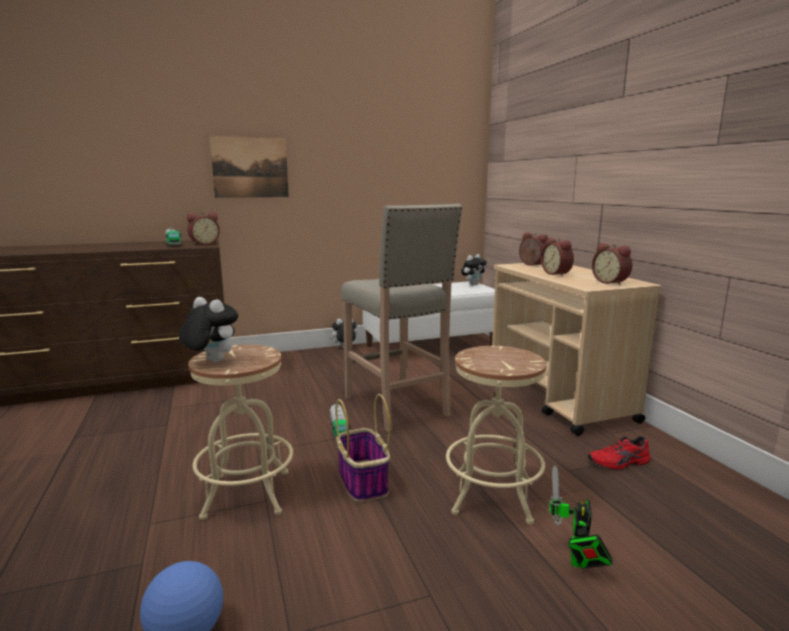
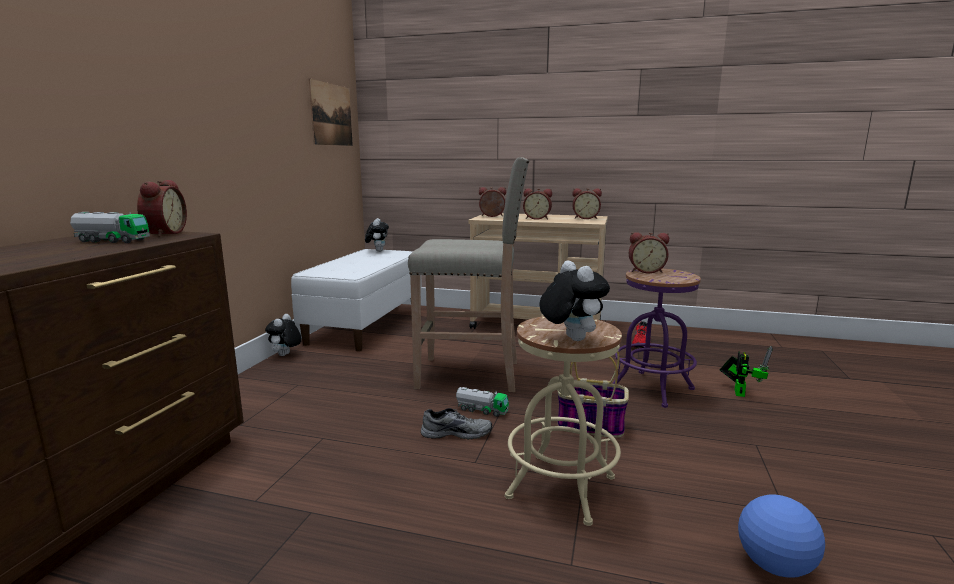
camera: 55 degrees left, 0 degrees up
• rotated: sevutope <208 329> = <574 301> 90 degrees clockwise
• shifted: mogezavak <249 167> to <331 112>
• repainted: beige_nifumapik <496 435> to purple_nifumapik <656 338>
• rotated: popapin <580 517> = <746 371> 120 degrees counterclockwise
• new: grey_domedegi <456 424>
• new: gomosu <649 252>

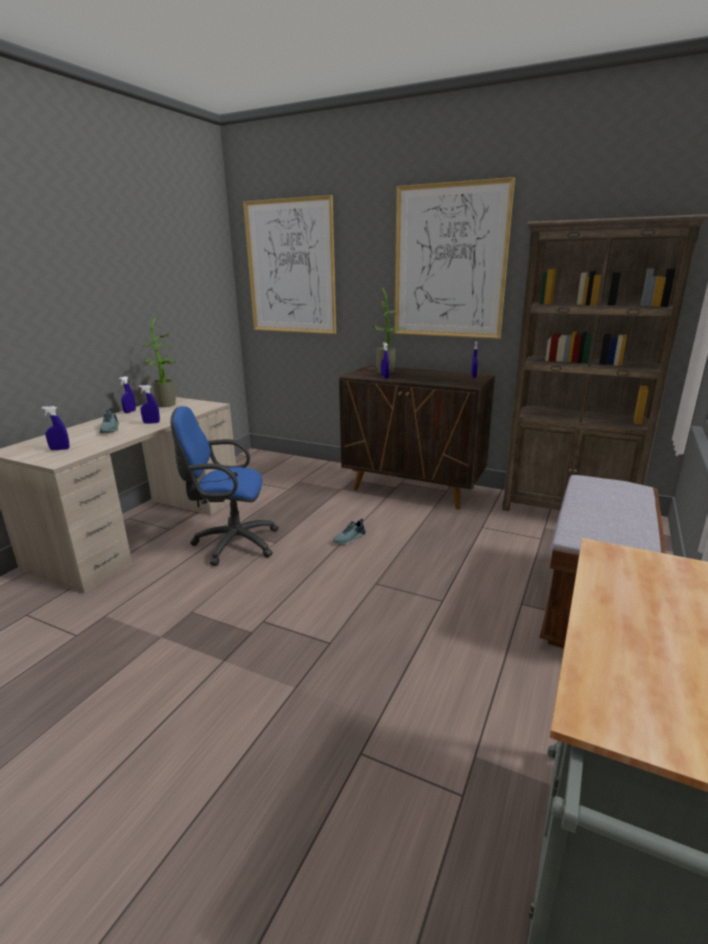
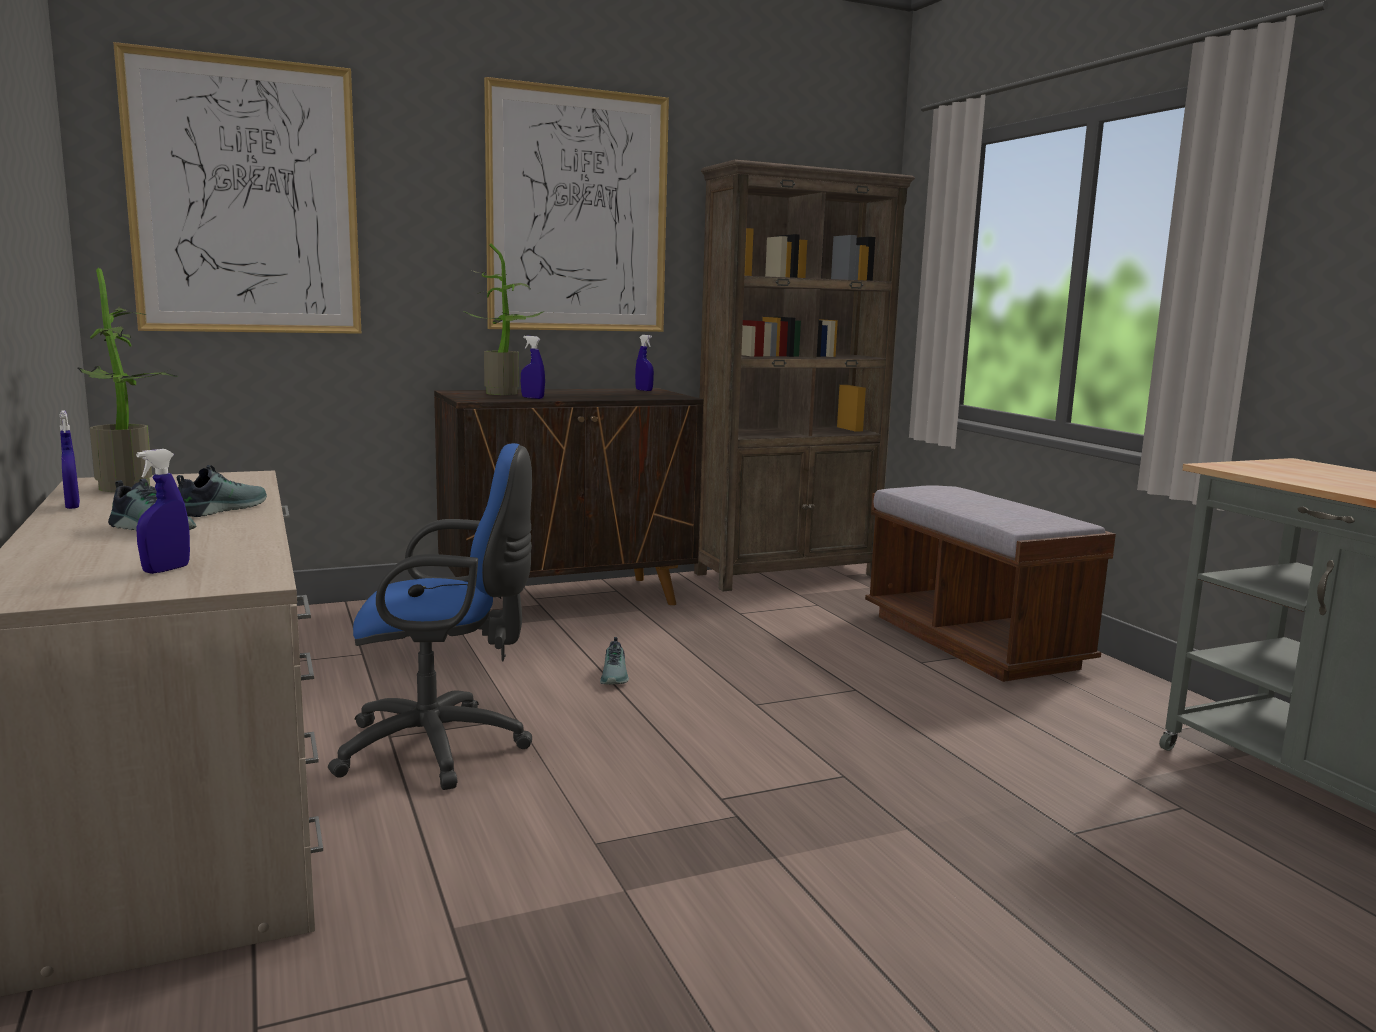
camera: 50 degrees left, 10 degrees down
• swapped: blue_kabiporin <149 404> to domedegi <222 491>
• rotated: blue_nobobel <224 486> = <430 616> 135 degrees counterclockwise

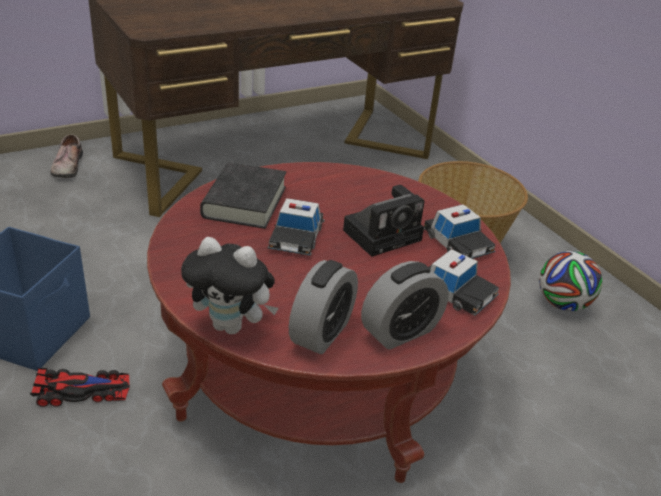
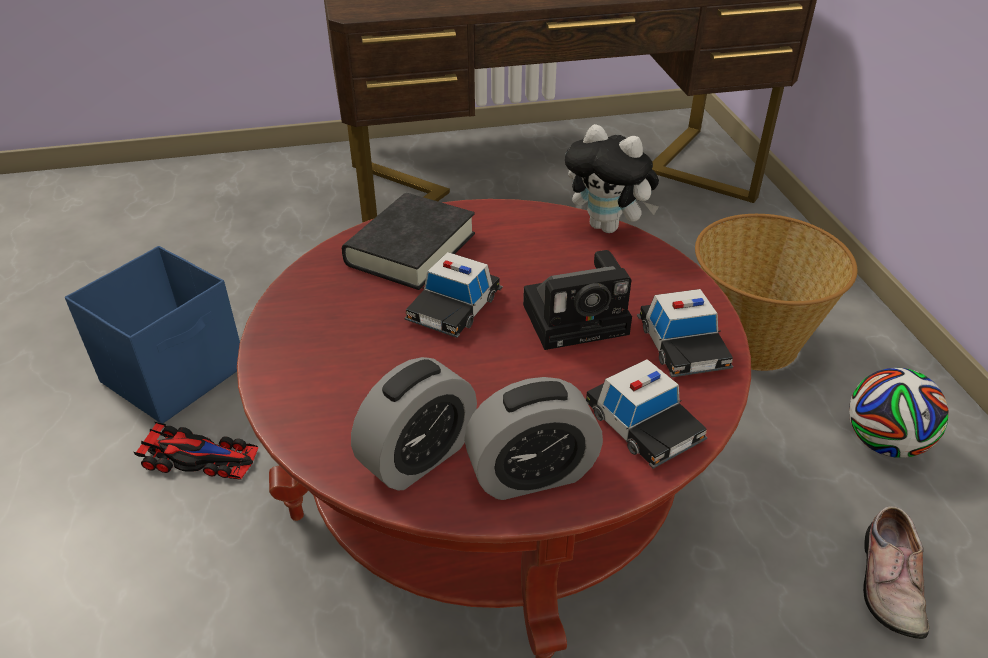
camera: 20 degrees right, 5 degrees up
• shifted: domedegi <66 156> to <896 572>
• shifted: sevutope <229 285> to <612 178>

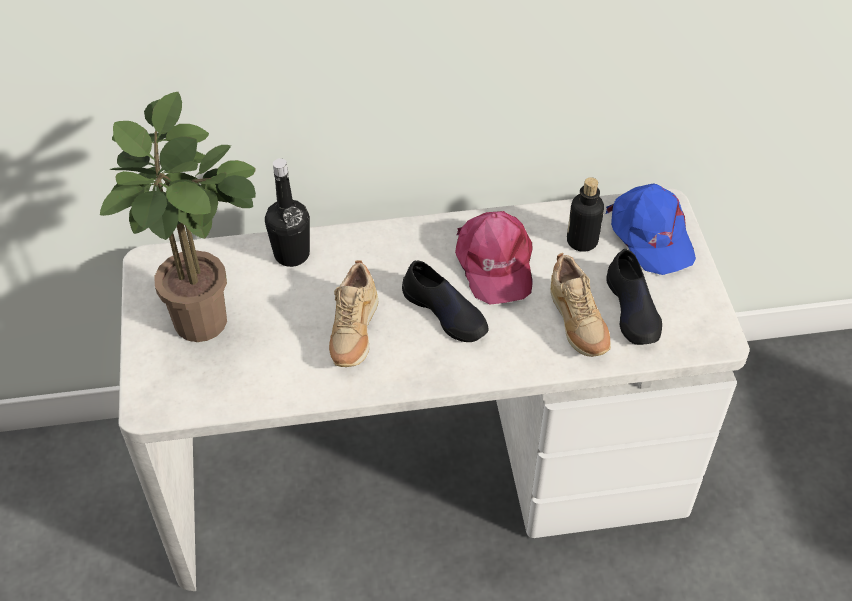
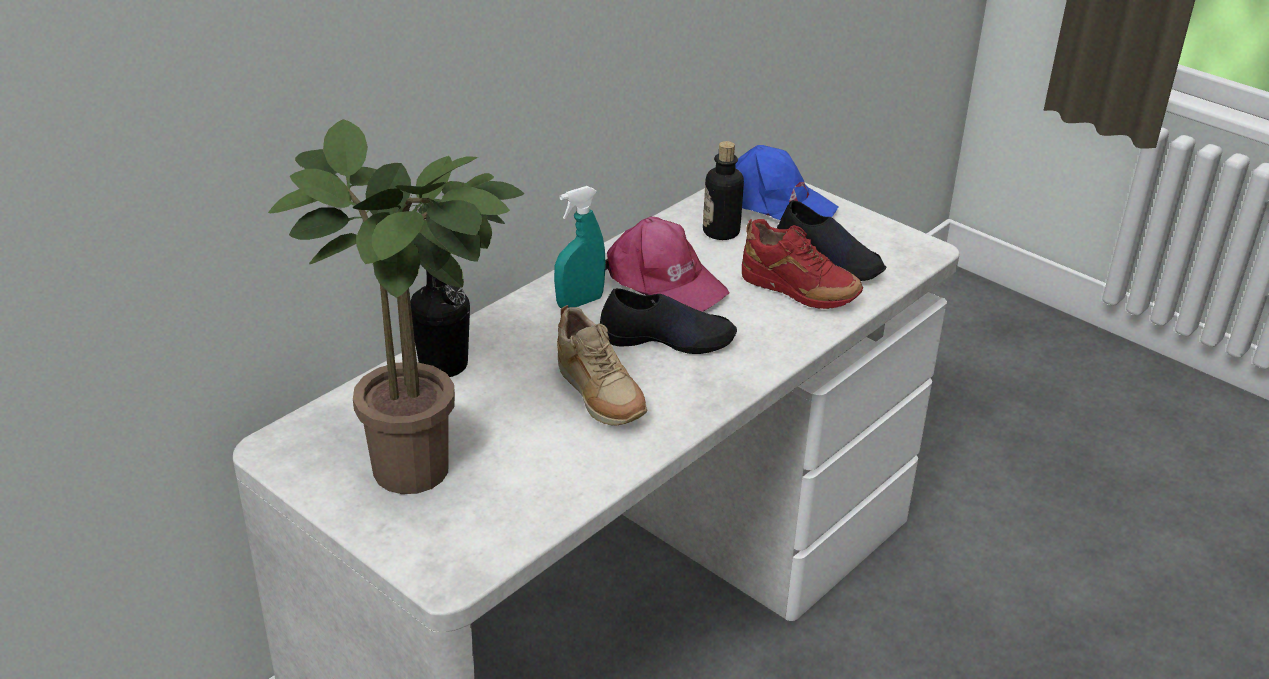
camera: 40 degrees left, 15 degrees down
• repainted: beige_domedegi <580 305> to red_domedegi <802 264>
• new: turquoise_kabiporin <580 247>

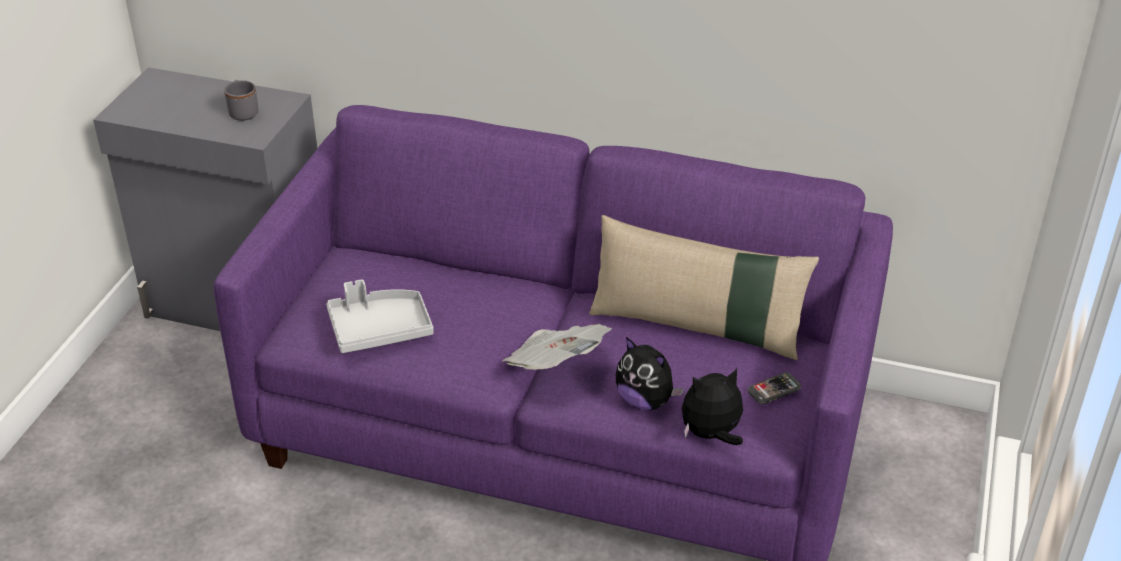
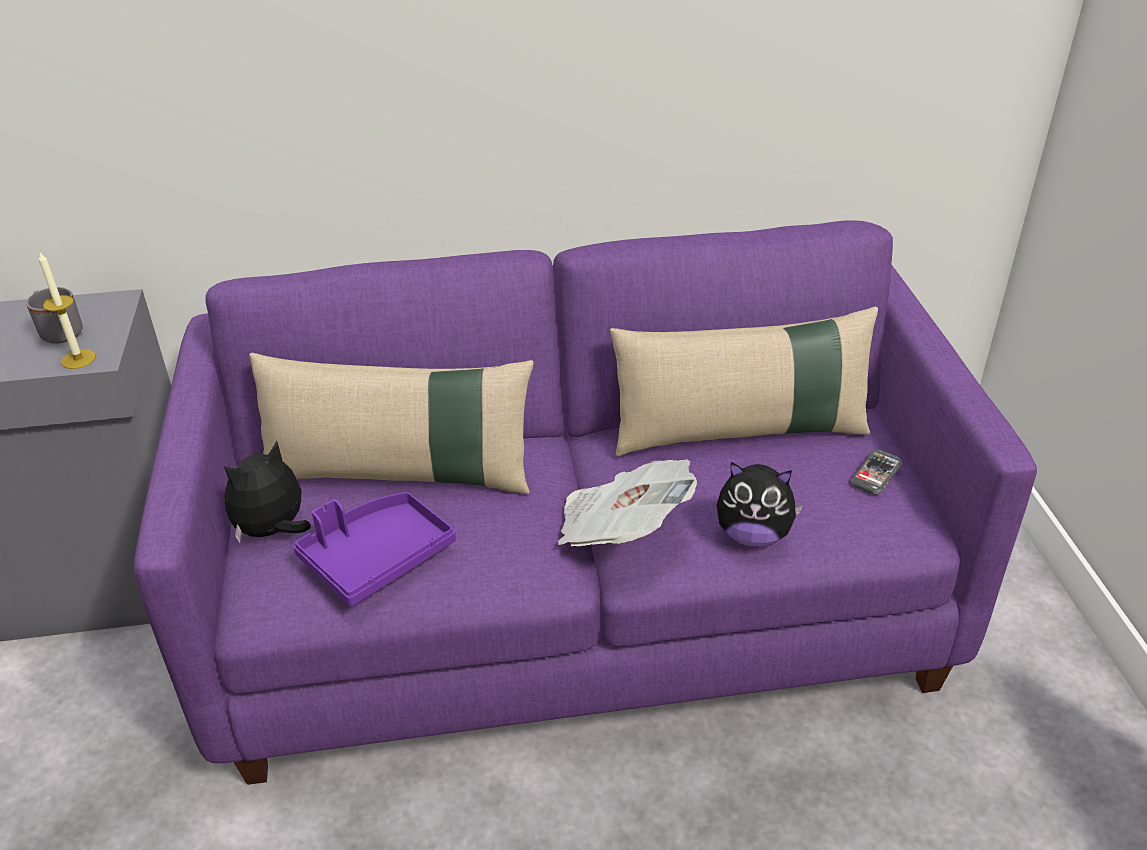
camera: 25 degrees left, 0 degrees up
• repainted: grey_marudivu <380 316> to purple_marudivu <374 549>
• shifted: sevutope <712 406> to <267 492>
• new: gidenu <67 311>
• new: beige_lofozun <391 423>

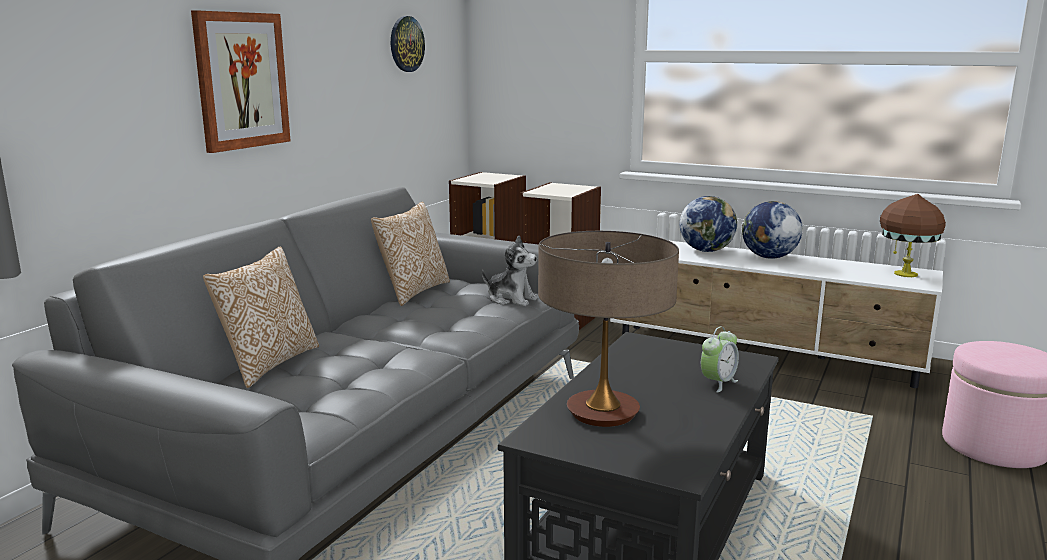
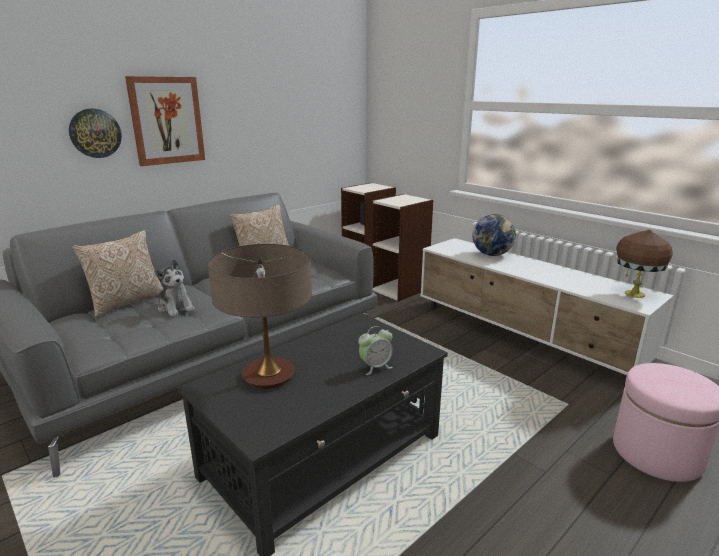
camera: 20 degrees right, 5 degrees up
• shifted: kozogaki <408 44> to <95 133>
• shifted: sevutope <510 271> to <174 288>
• gone: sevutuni <772 230>

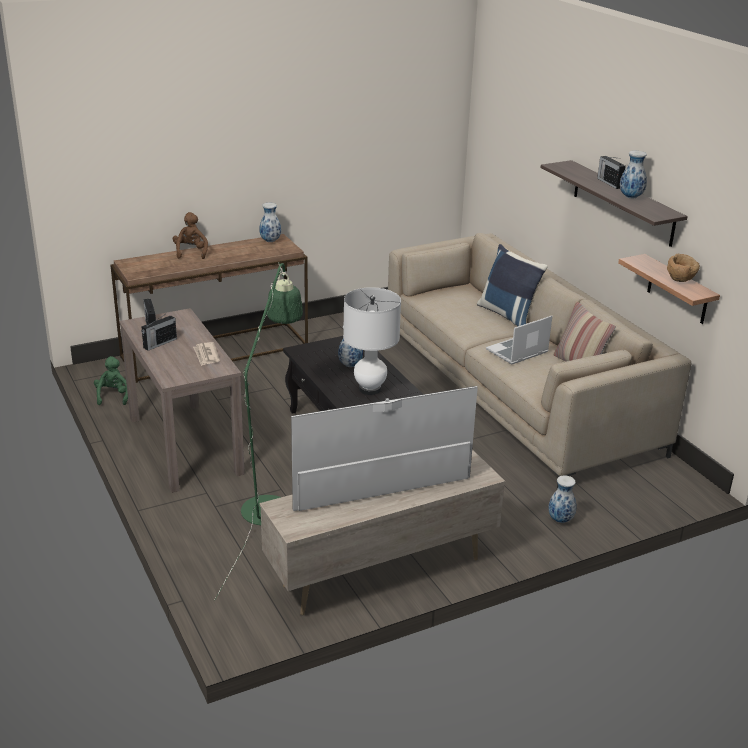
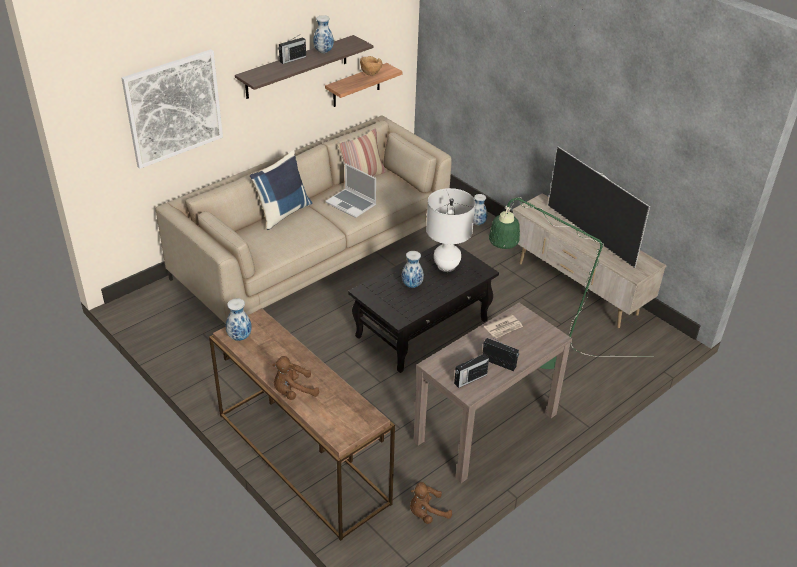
camera: 105 degrees left, 10 degrees up
• repainted: green_sevutope <111 380> to brown_sevutope <431 503>
• new: mogezavak <172 109>

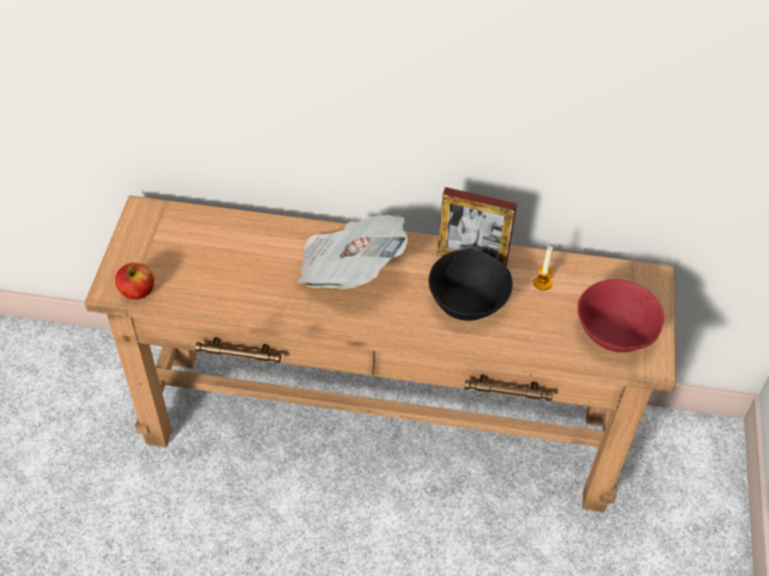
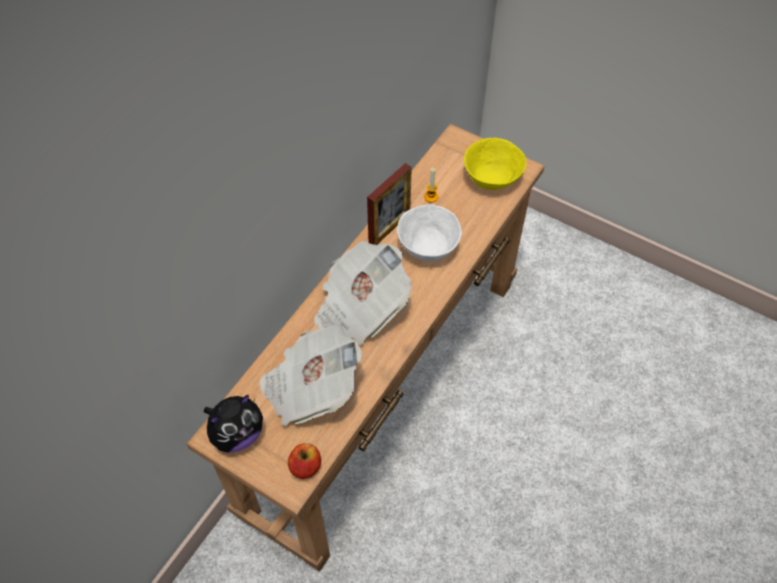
camera: 65 degrees left, 5 degrees up
• repainted: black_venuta <471 285> to white_venuta <429 232>
• repainted: red_venuta <620 315> to yellow_venuta <495 164>
• new: sevutope <233 424>
• new: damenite <310 375>

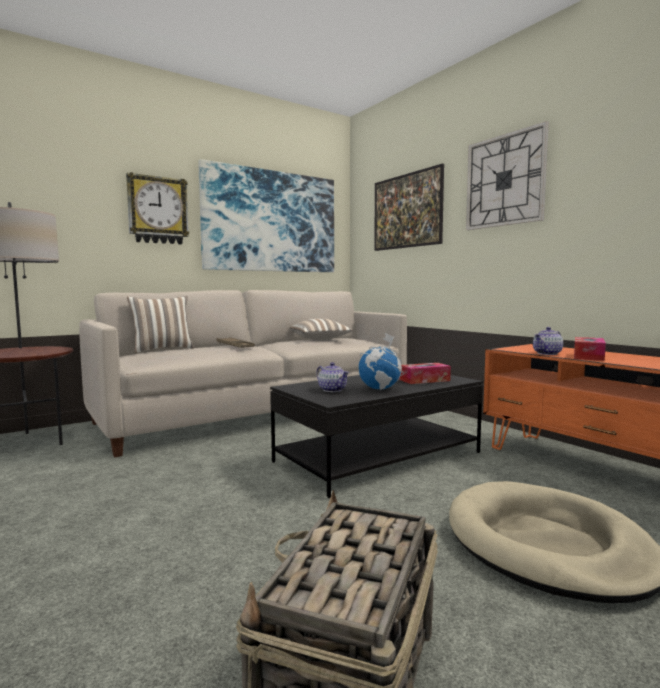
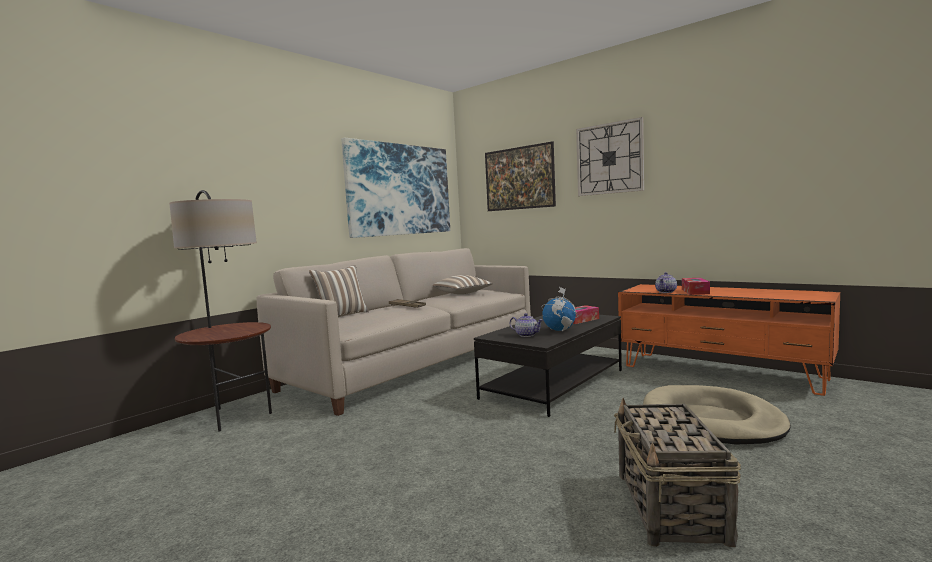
camera: 15 degrees left, 0 degrees up
• gone: kozogaki <157 208>

